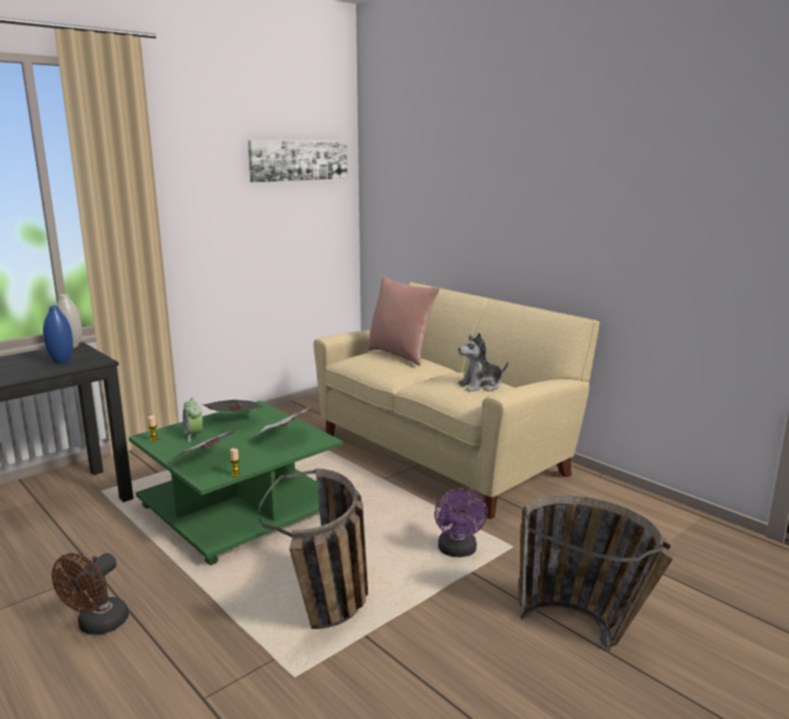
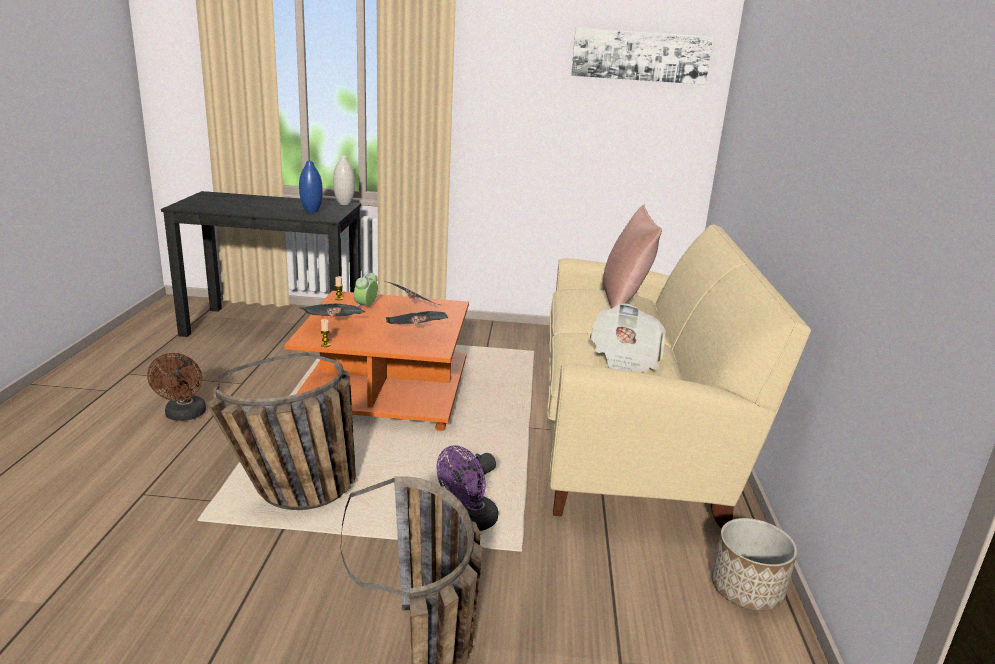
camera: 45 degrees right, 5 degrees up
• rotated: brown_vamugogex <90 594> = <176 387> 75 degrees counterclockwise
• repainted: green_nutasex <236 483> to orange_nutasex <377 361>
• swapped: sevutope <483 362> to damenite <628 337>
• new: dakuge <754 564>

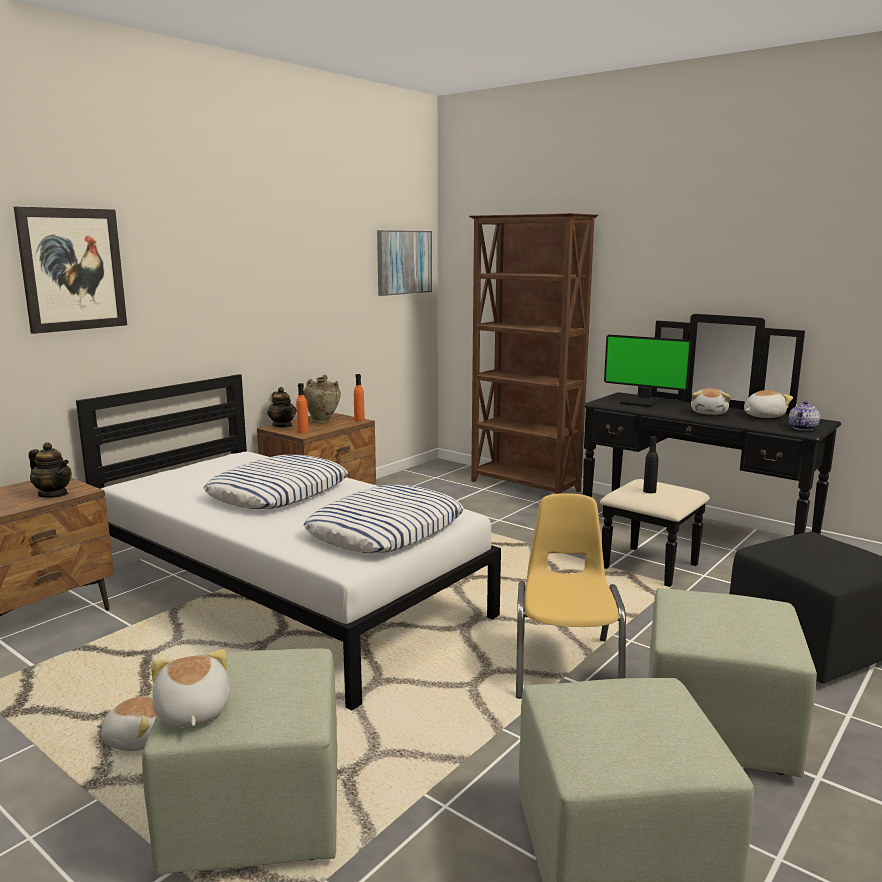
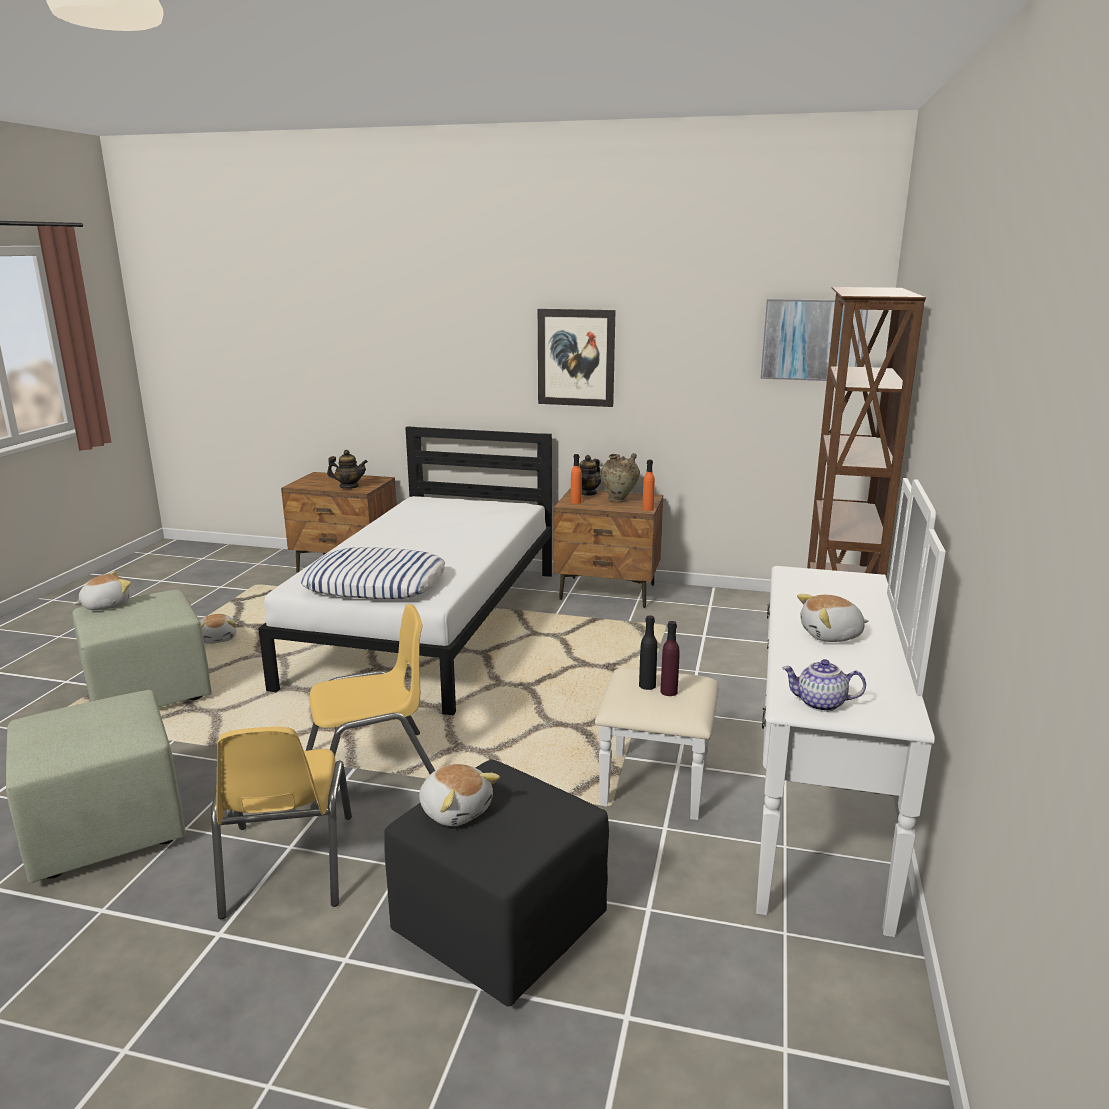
camera: 65 degrees right, 5 degrees up
• shifted: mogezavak <70 270> to <577 358>
• rotated: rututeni <50 470> = <347 469> 90 degrees counterclockwise
• gone: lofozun <276 482>
• repainted: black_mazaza <712 450> to white_mazaza <770 707>
• gone: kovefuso <648 371>
• swapped: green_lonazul <732 682> to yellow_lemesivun <281 823>
• shifted: sevutope <768 404> to <459 795>
• new: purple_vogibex <670 658>

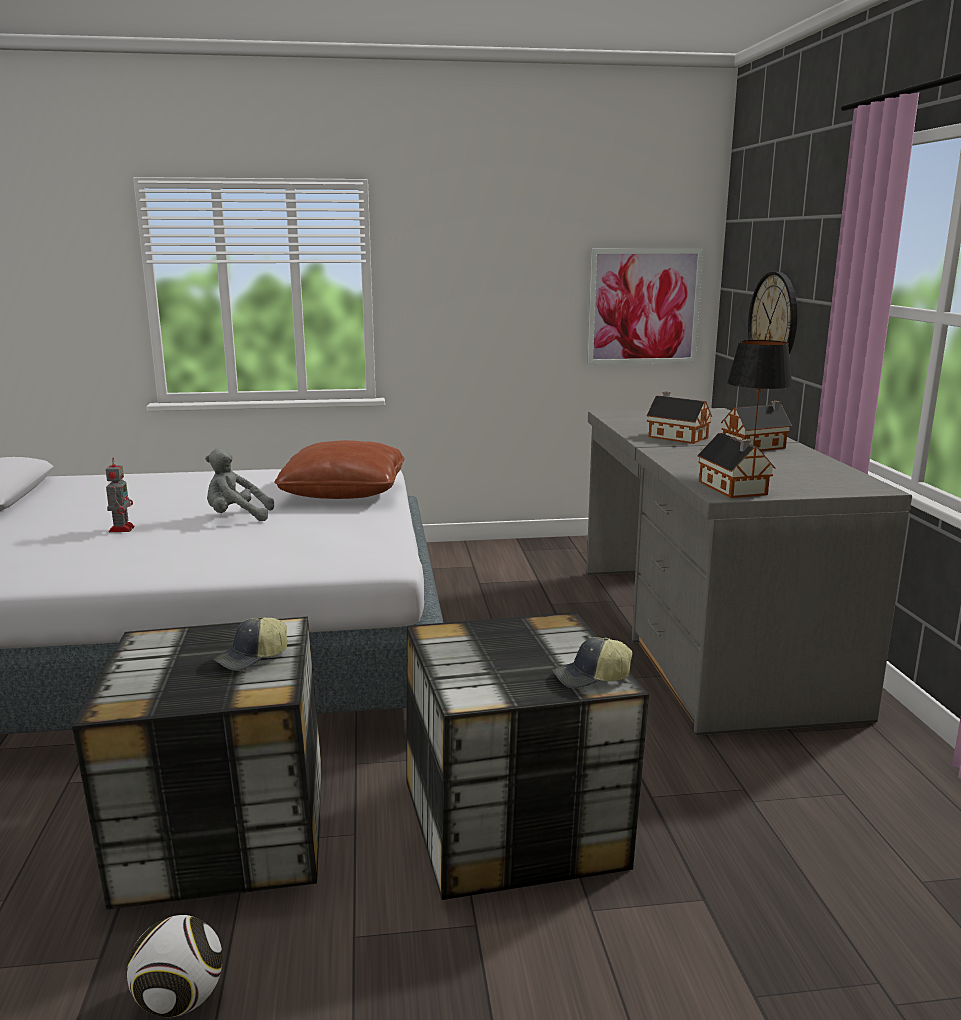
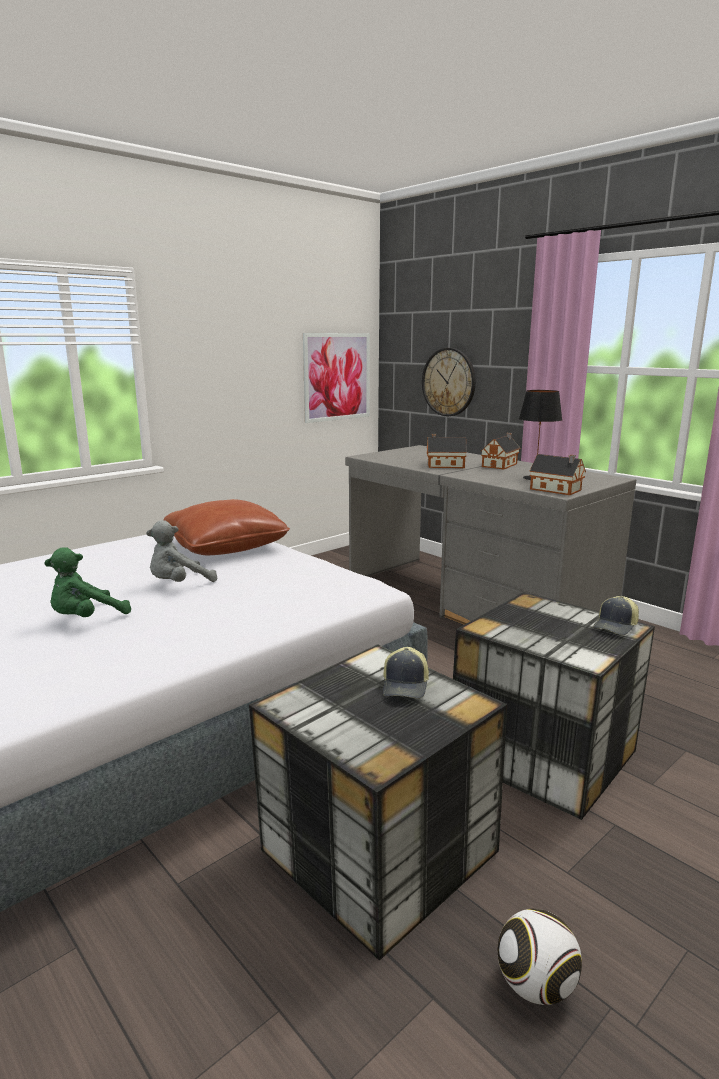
camera: 35 degrees left, 0 degrees up
• swapped: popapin <120 495> to green_sevutope <87 582>

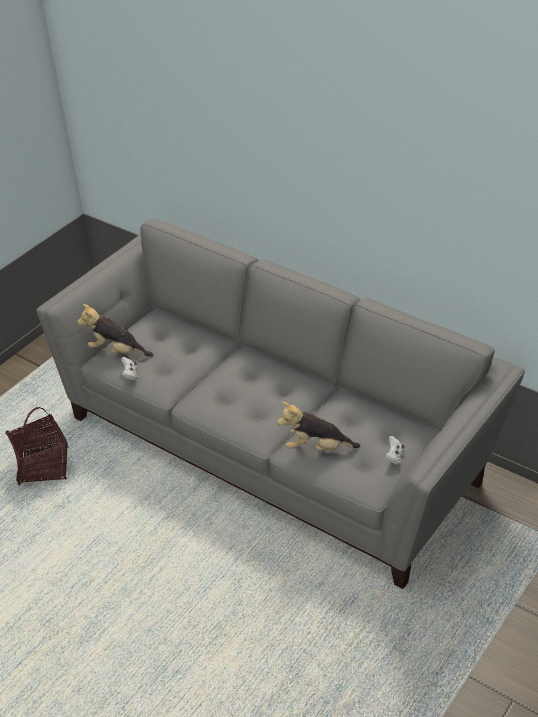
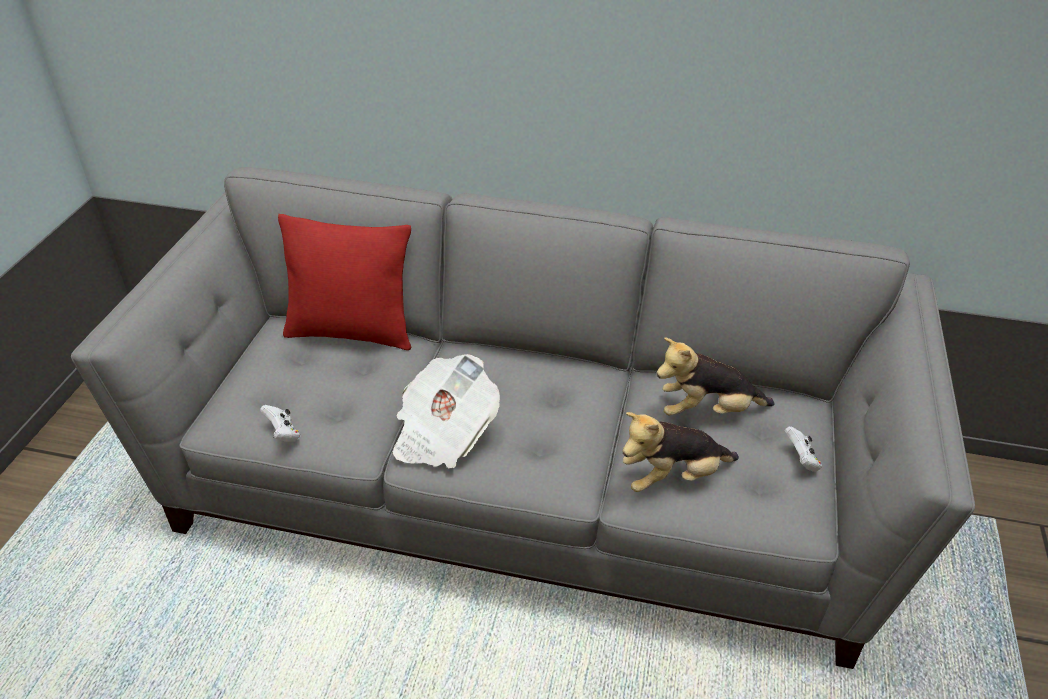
camera: 25 degrees left, 0 degrees up
• gone: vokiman <37 446>
• shifted: sevutope <115 330> to <715 376>
• new: red_lofozun <344 282>
• new: damenite <446 411>

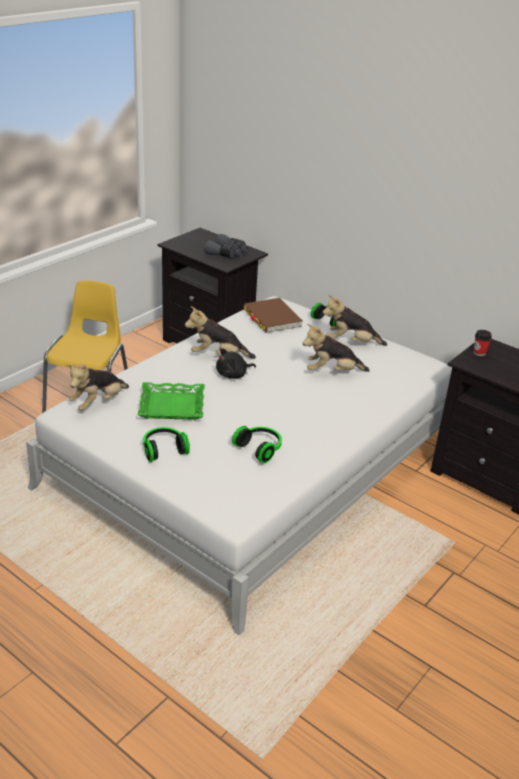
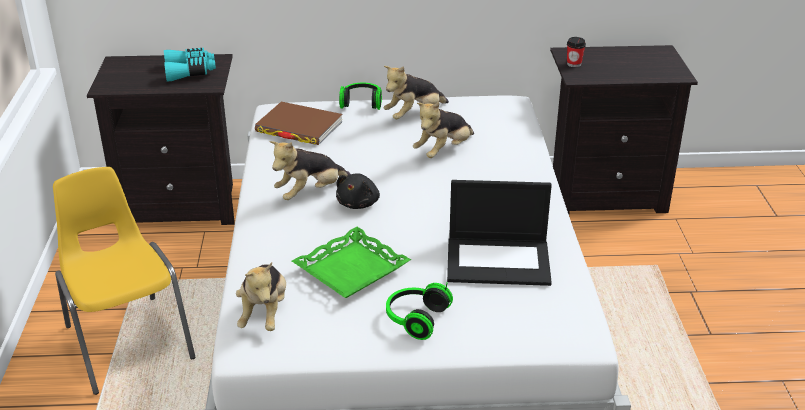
camera: 40 degrees left, 0 degrees up
• repainted: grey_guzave <226 246> to turquoise_guzave <190 65>
• swapped: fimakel <257 444> to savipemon <499 233>

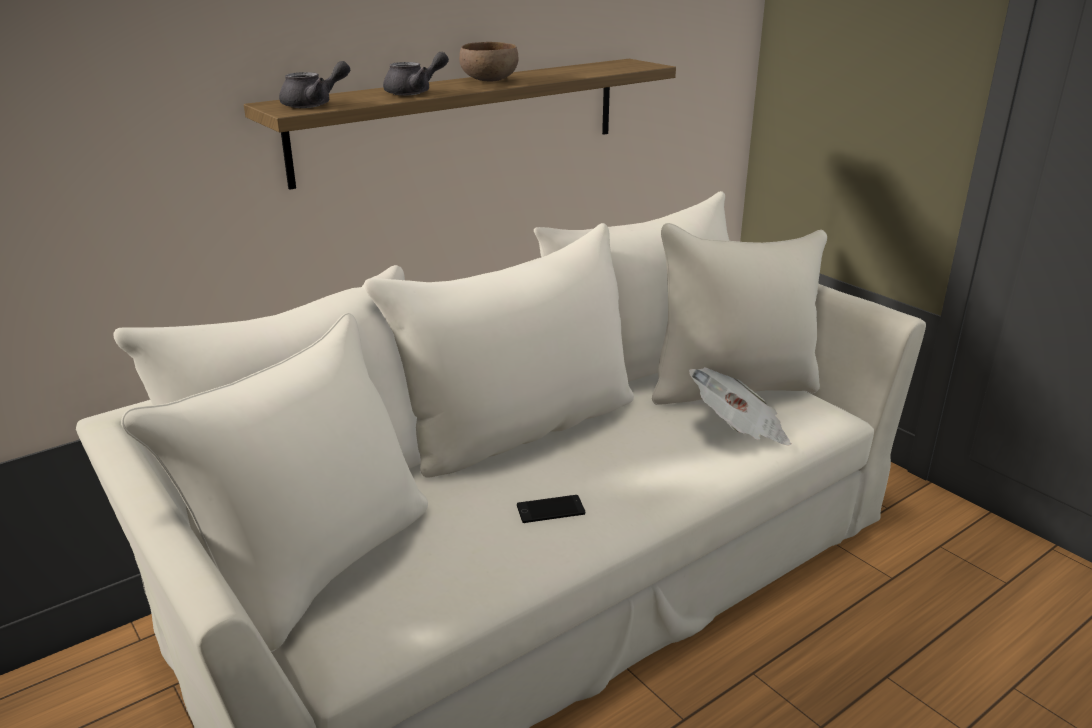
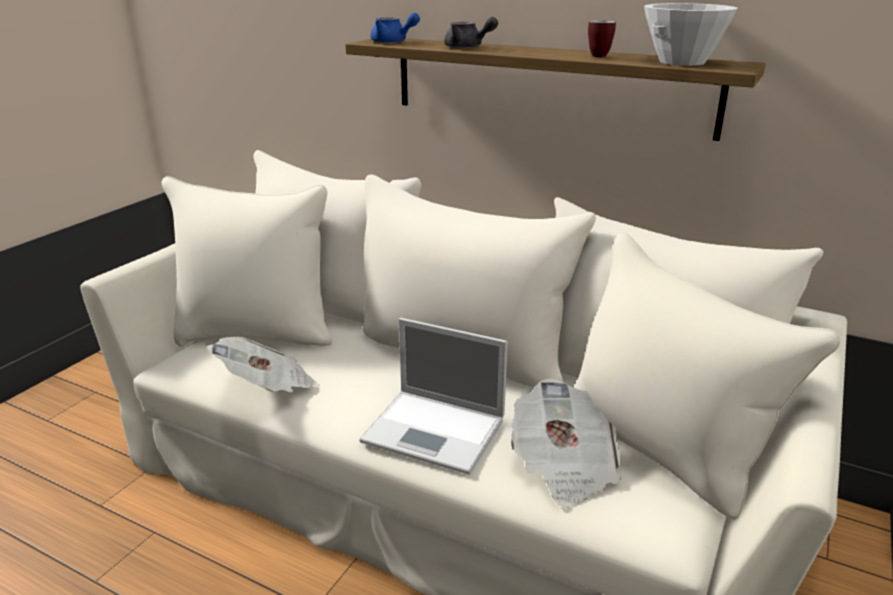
camera: 65 degrees right, 0 degrees up
• repainted: grey_rututeni <314 84> to blue_rututeni <395 28>
• gone: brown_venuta <489 61>
• gone: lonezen <551 509>
• new: damenite <263 364>
• new: savipemon <433 396>
• new: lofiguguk <602 38>
• new: white_venuta <690 34>

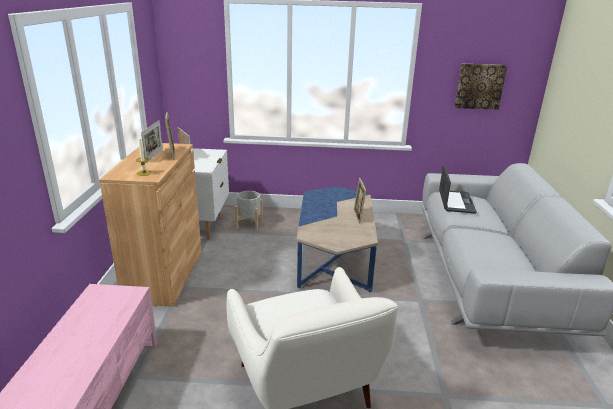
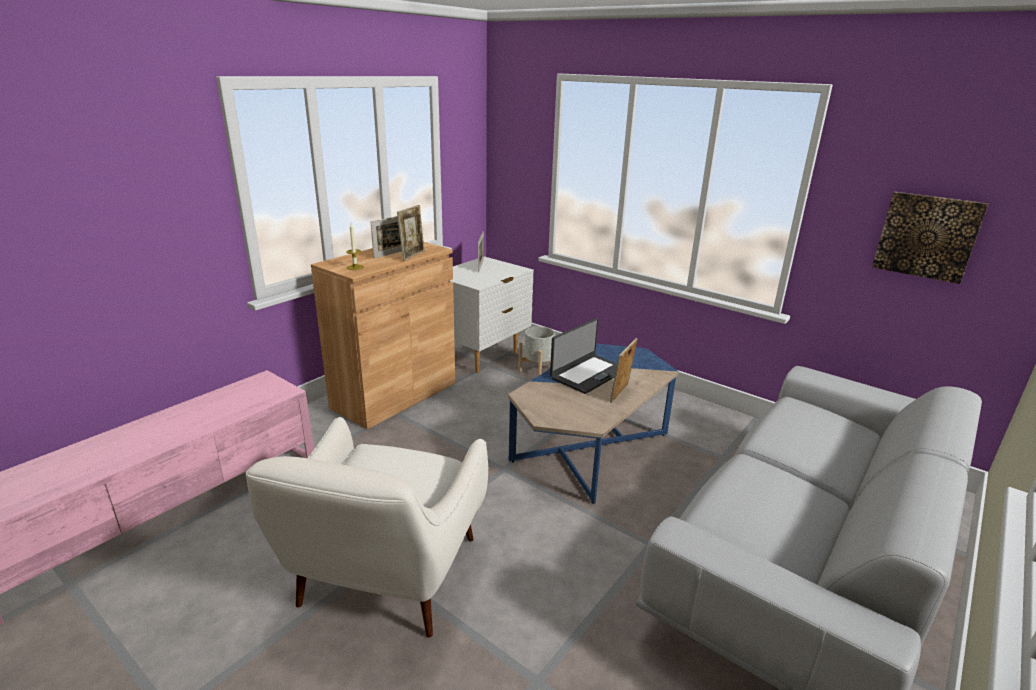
camera: 35 degrees right, 0 degrees up
• shifted: savipemon <458 189> to <583 356>

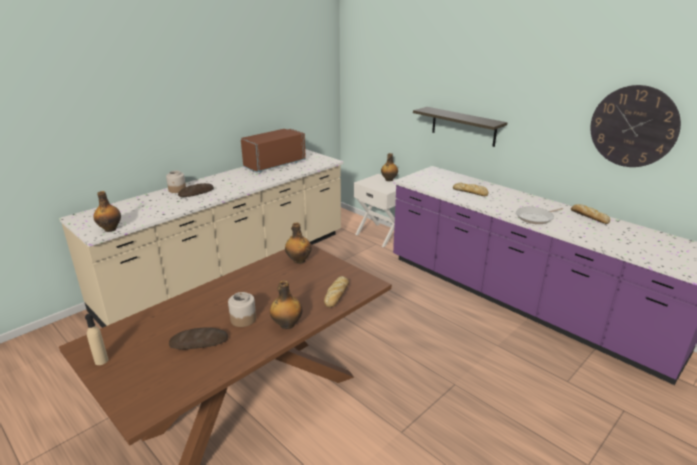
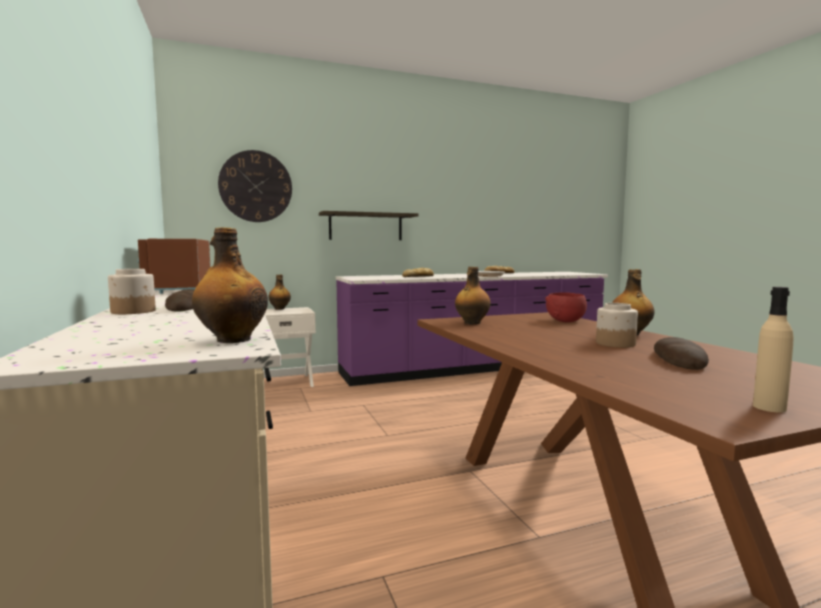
camera: 65 degrees left, 20 degrees down
• swapped: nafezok <336 291> to red_venuta <566 307>
• shifted: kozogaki <635 126> to <255 186>

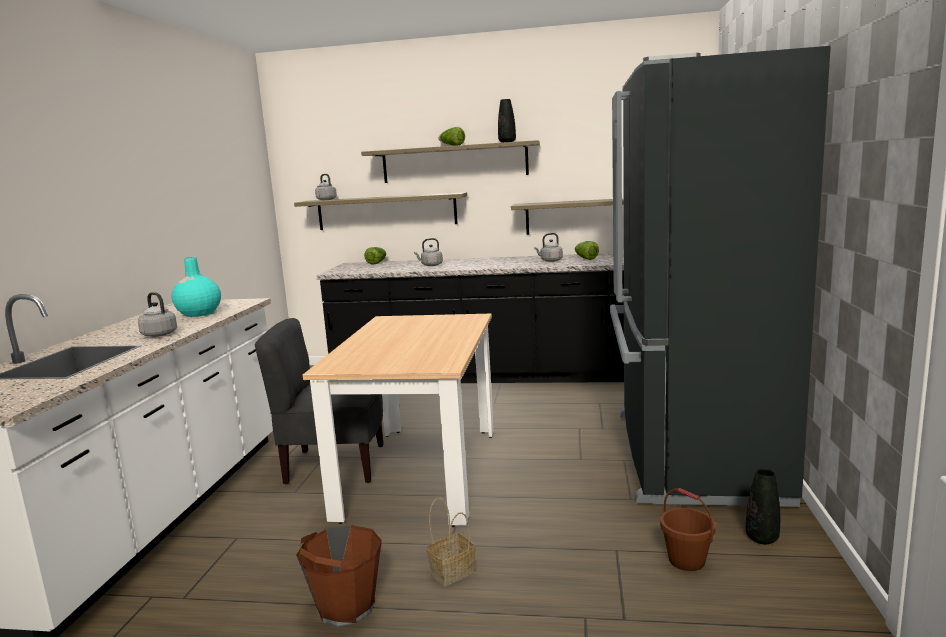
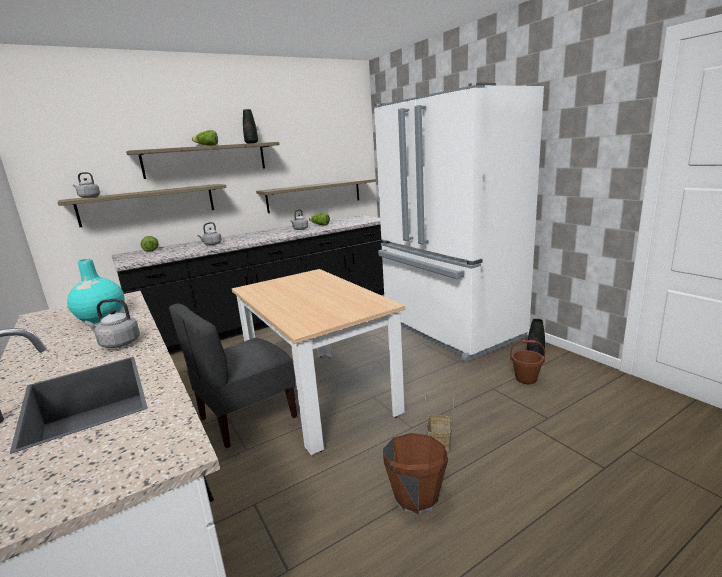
camera: 40 degrees left, 5 degrees up
• repainted: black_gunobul <720 276> to white_gunobul <459 222>

